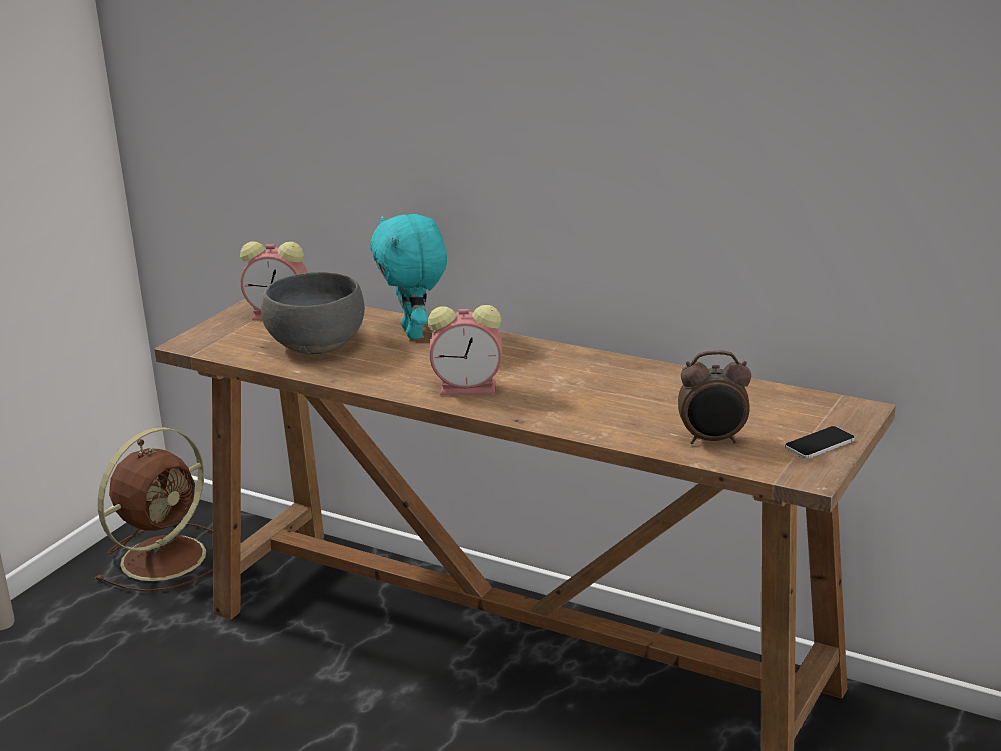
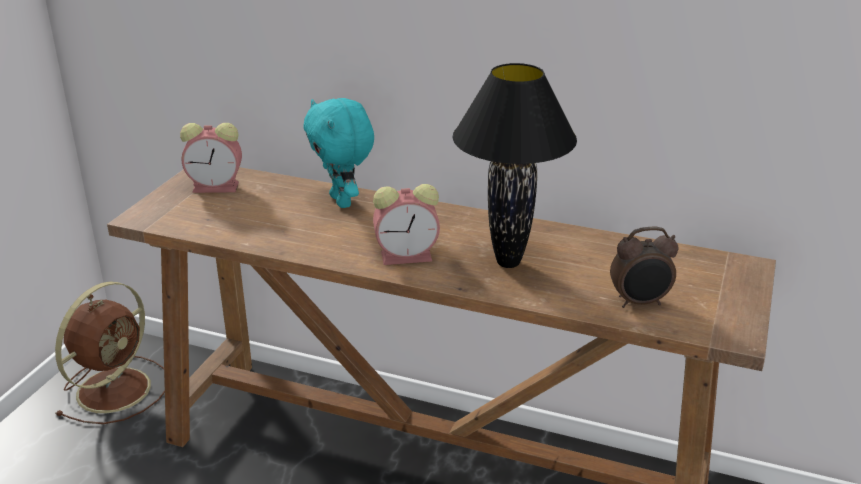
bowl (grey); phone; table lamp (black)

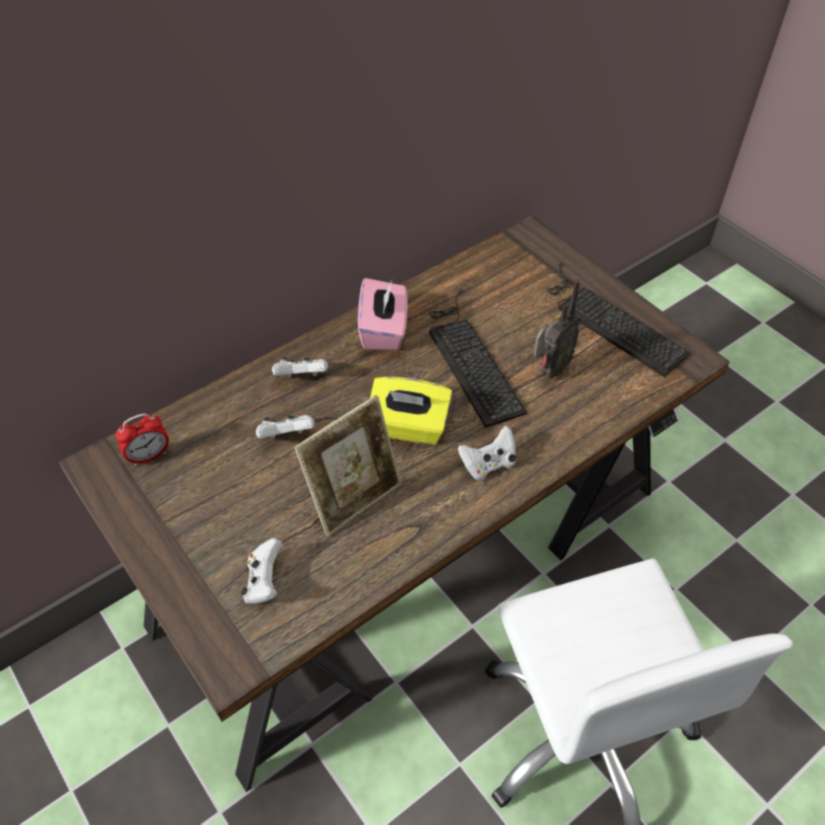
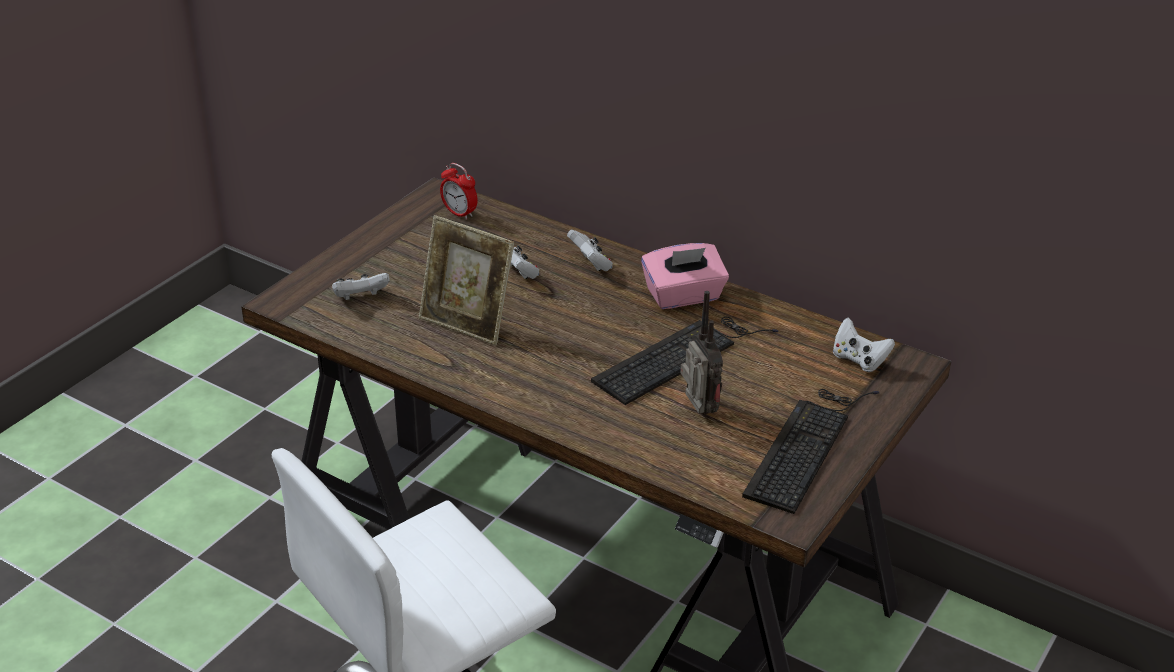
tissue box (yellow); game controller (white) (4th from left); radio

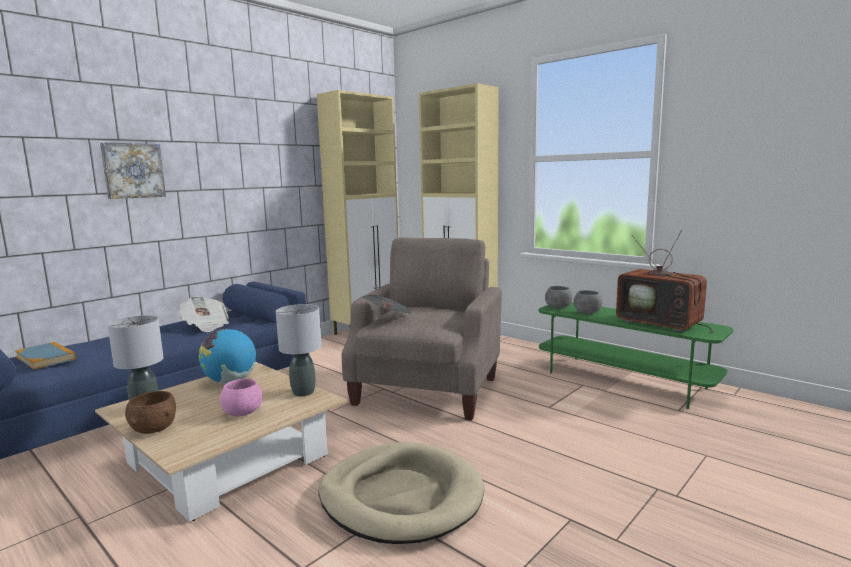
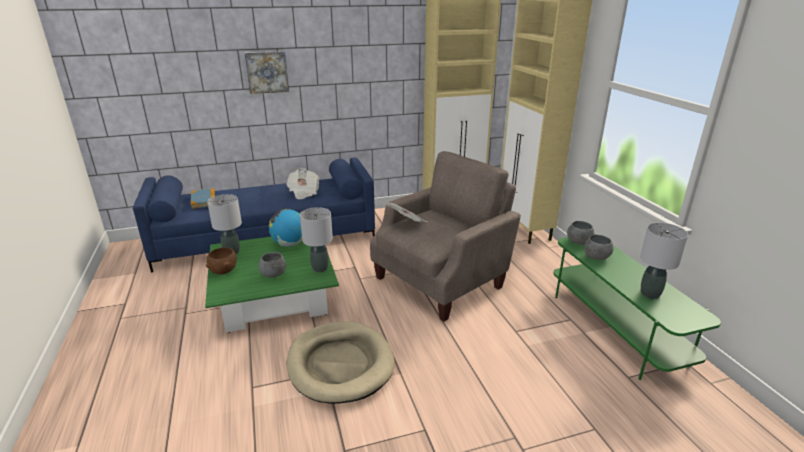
coffee table (green); bowl (grey) (1st from left); table lamp (grey) (3rd from left)

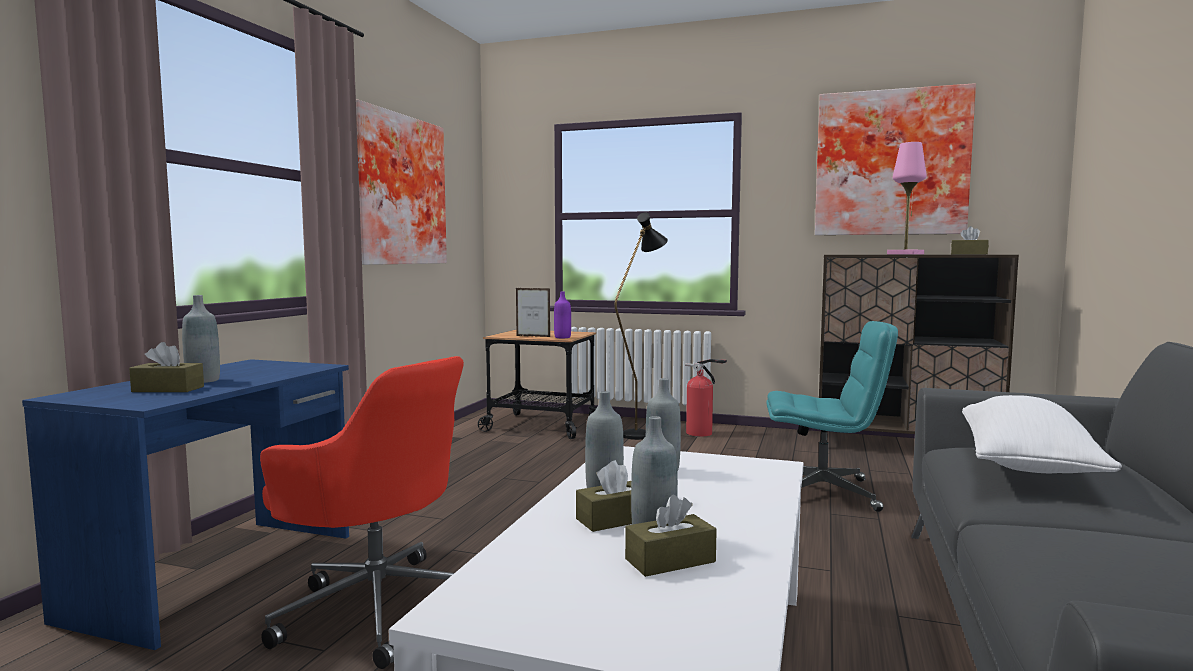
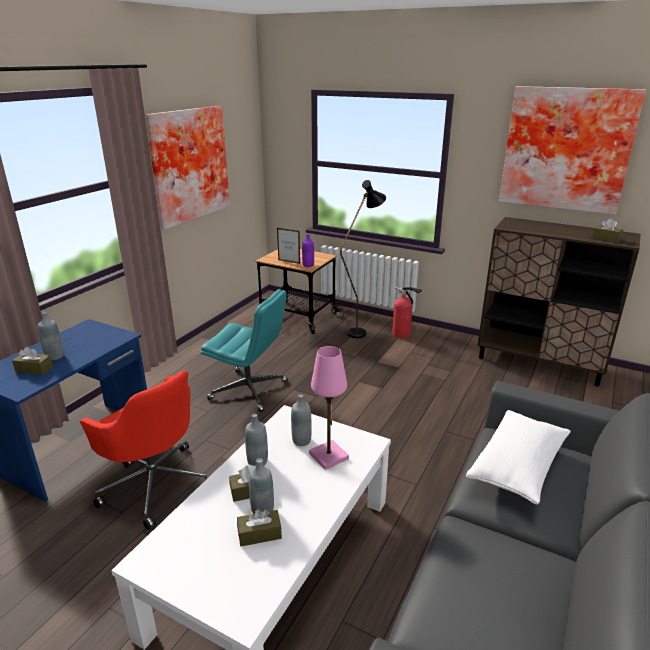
office chair (turquoise); table lamp (pink)

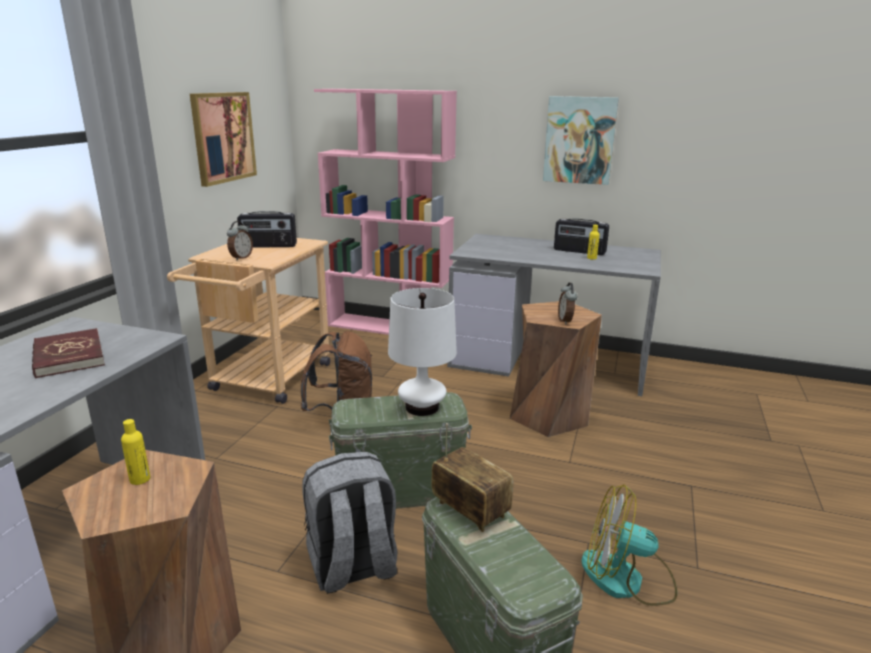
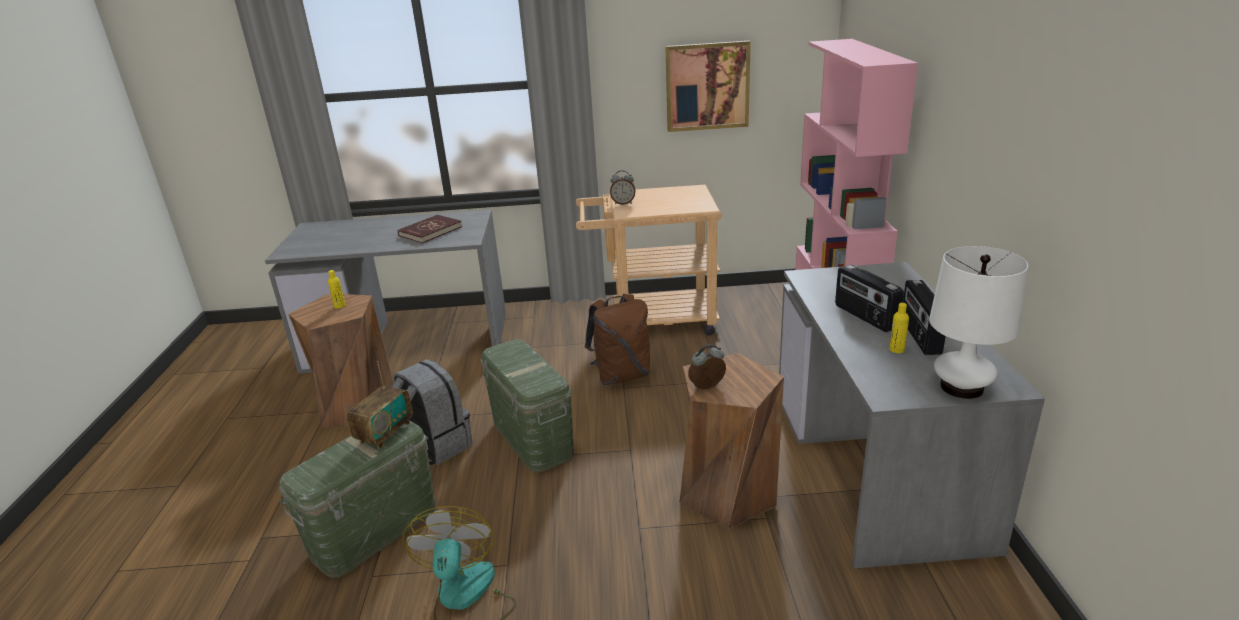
radio (2nd from left); table lamp (white); picture (2nd from left in the first image)

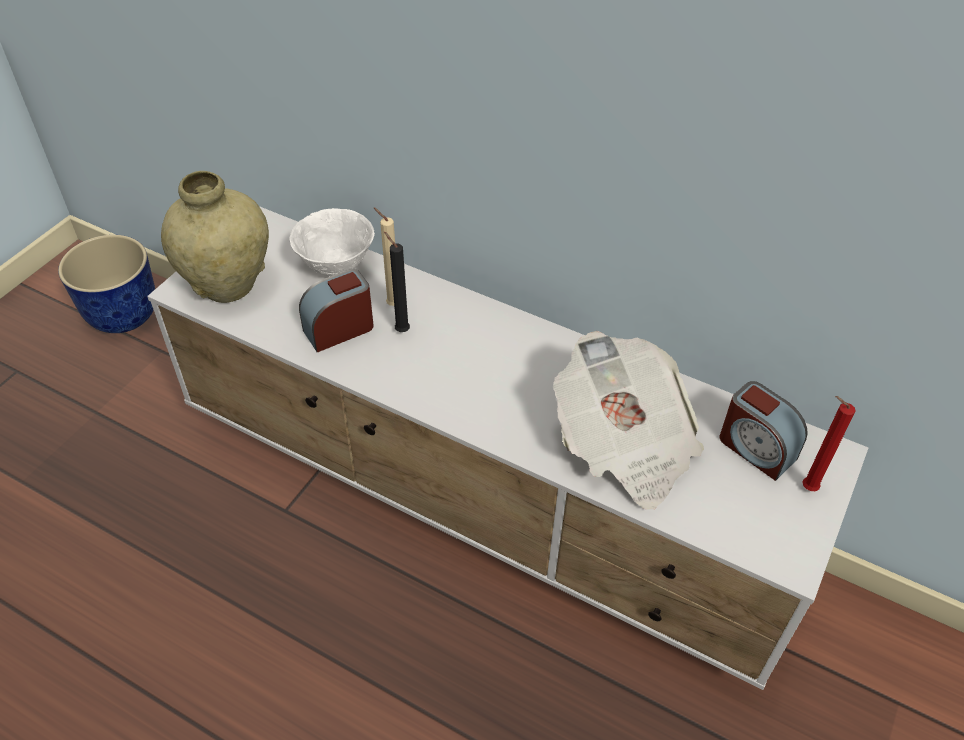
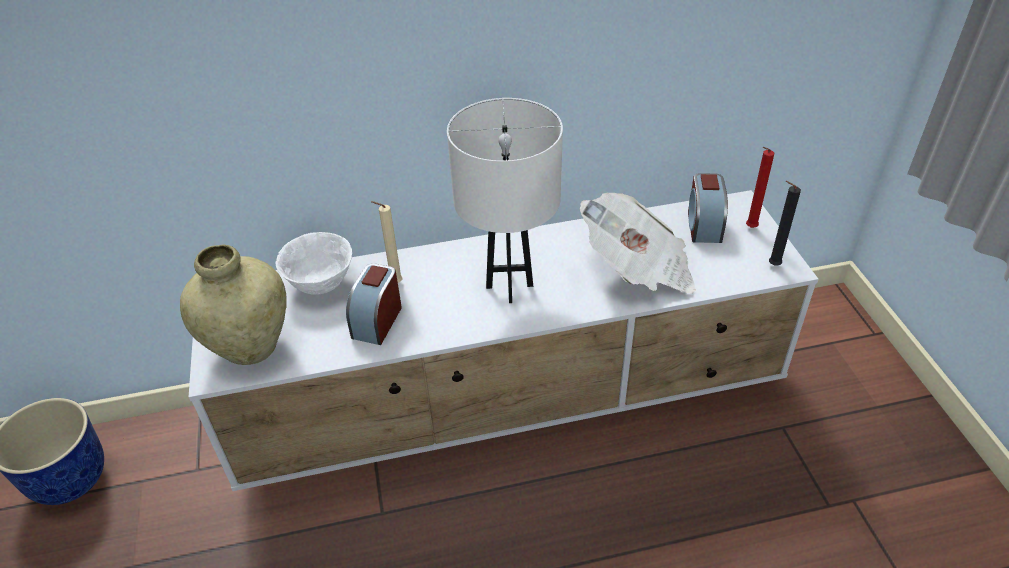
candle (black); alarm clock (2nd from left); table lamp (white)

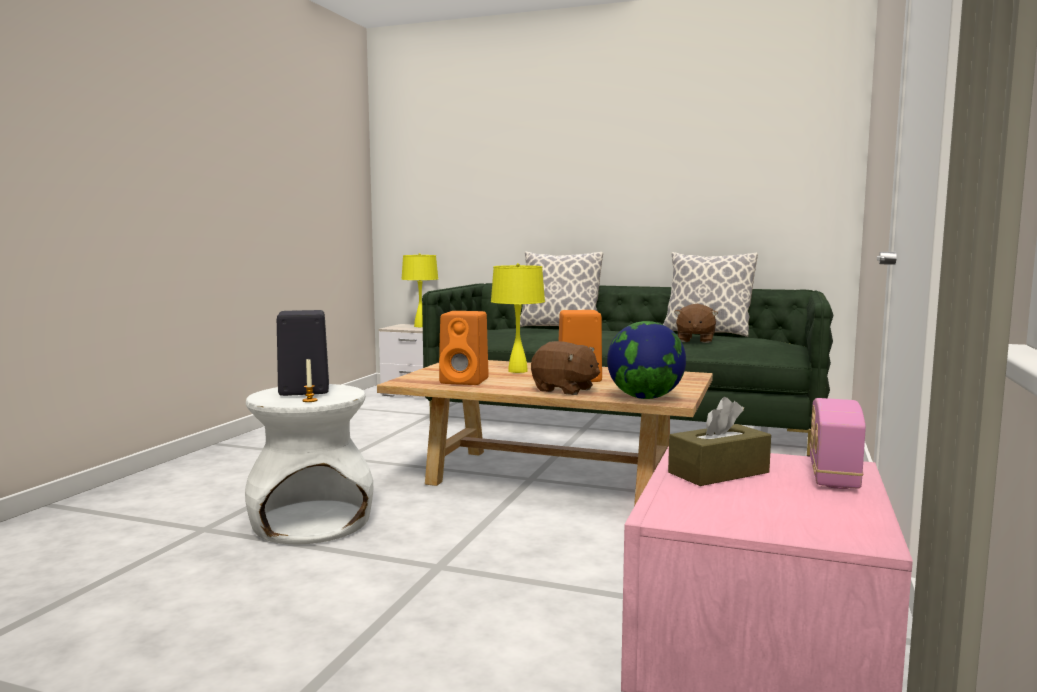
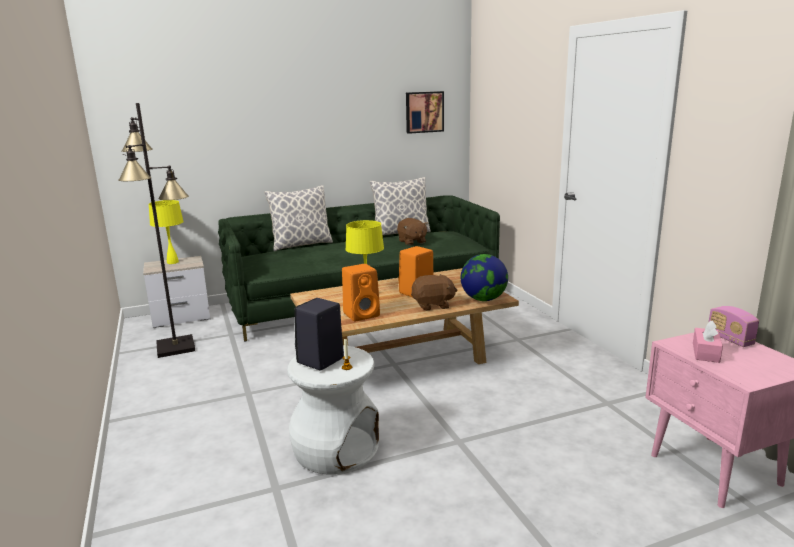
tissue box (pink); floor lamp (black); picture

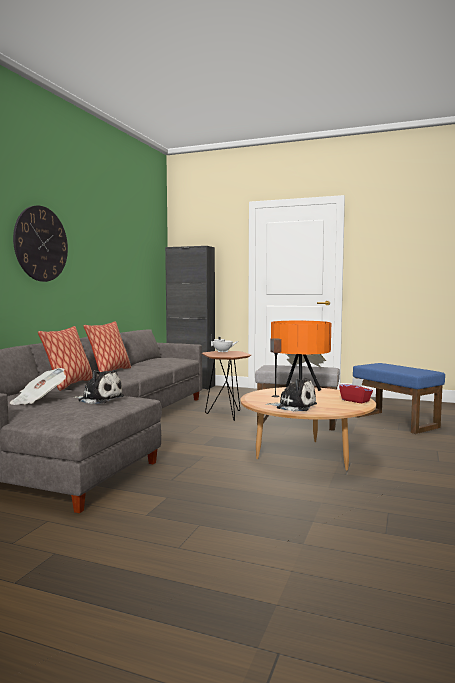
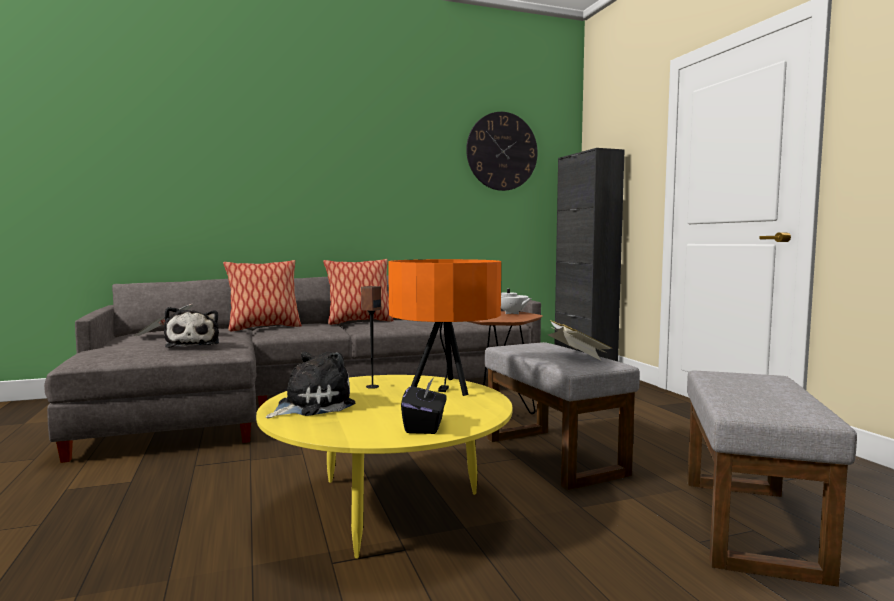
wall clock; coffee table (yellow); plush toy (2nd from left); tissue box (black); ottoman (grey) (2nd from left)

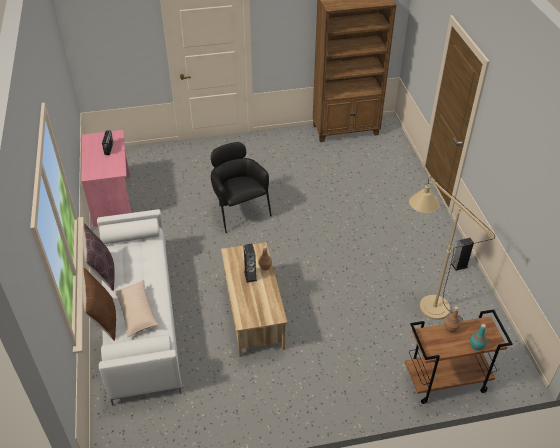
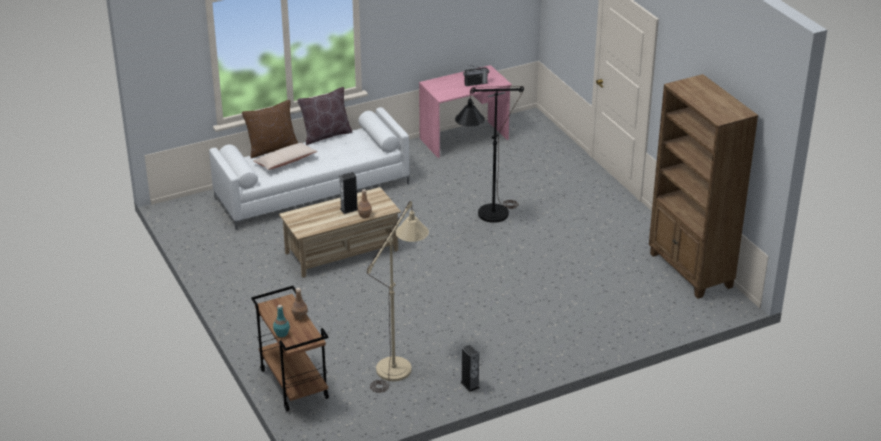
floor lamp (black)

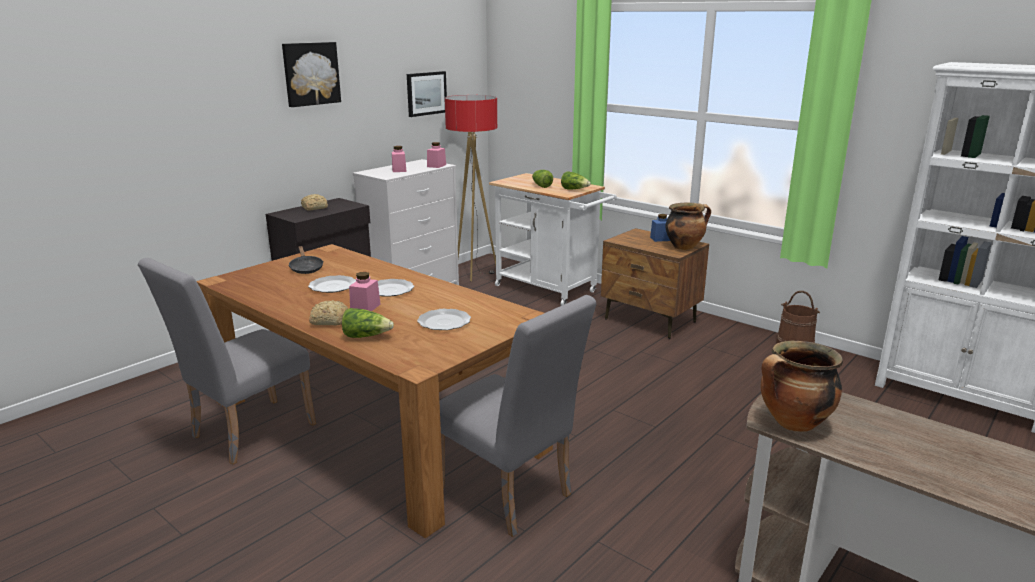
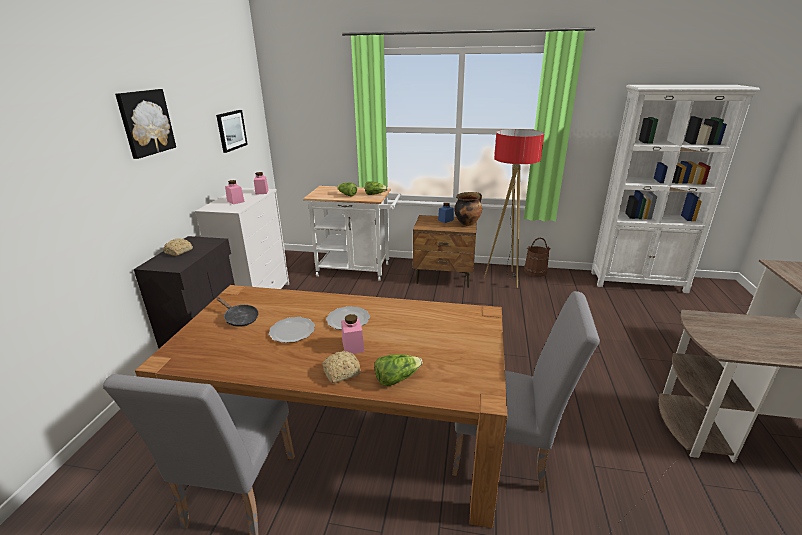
plate (3rd from left in the first image); floor lamp; cooking pot (2nd from left in the first image)

